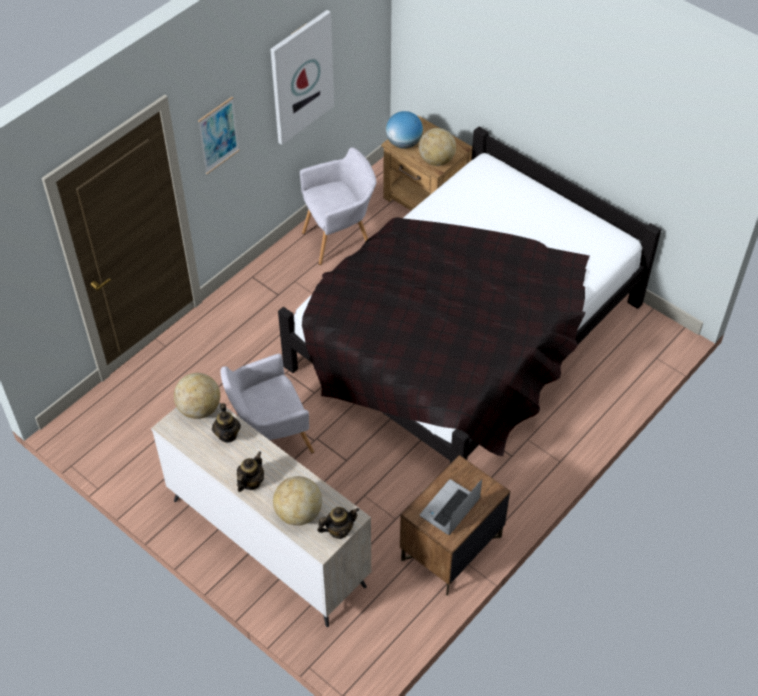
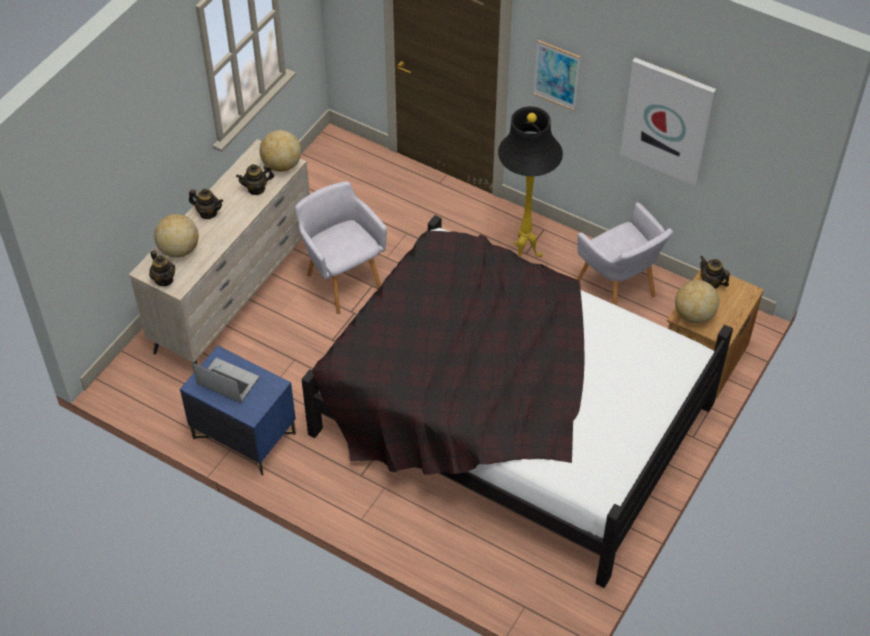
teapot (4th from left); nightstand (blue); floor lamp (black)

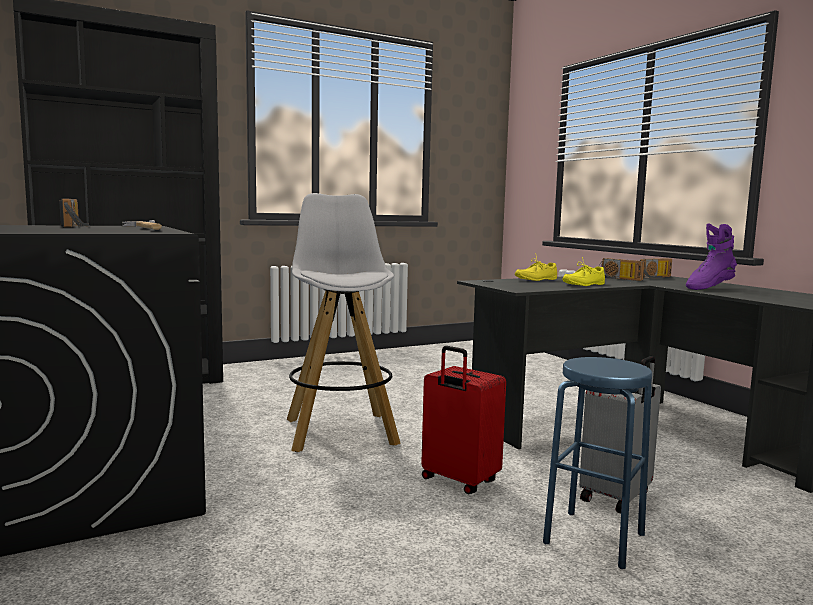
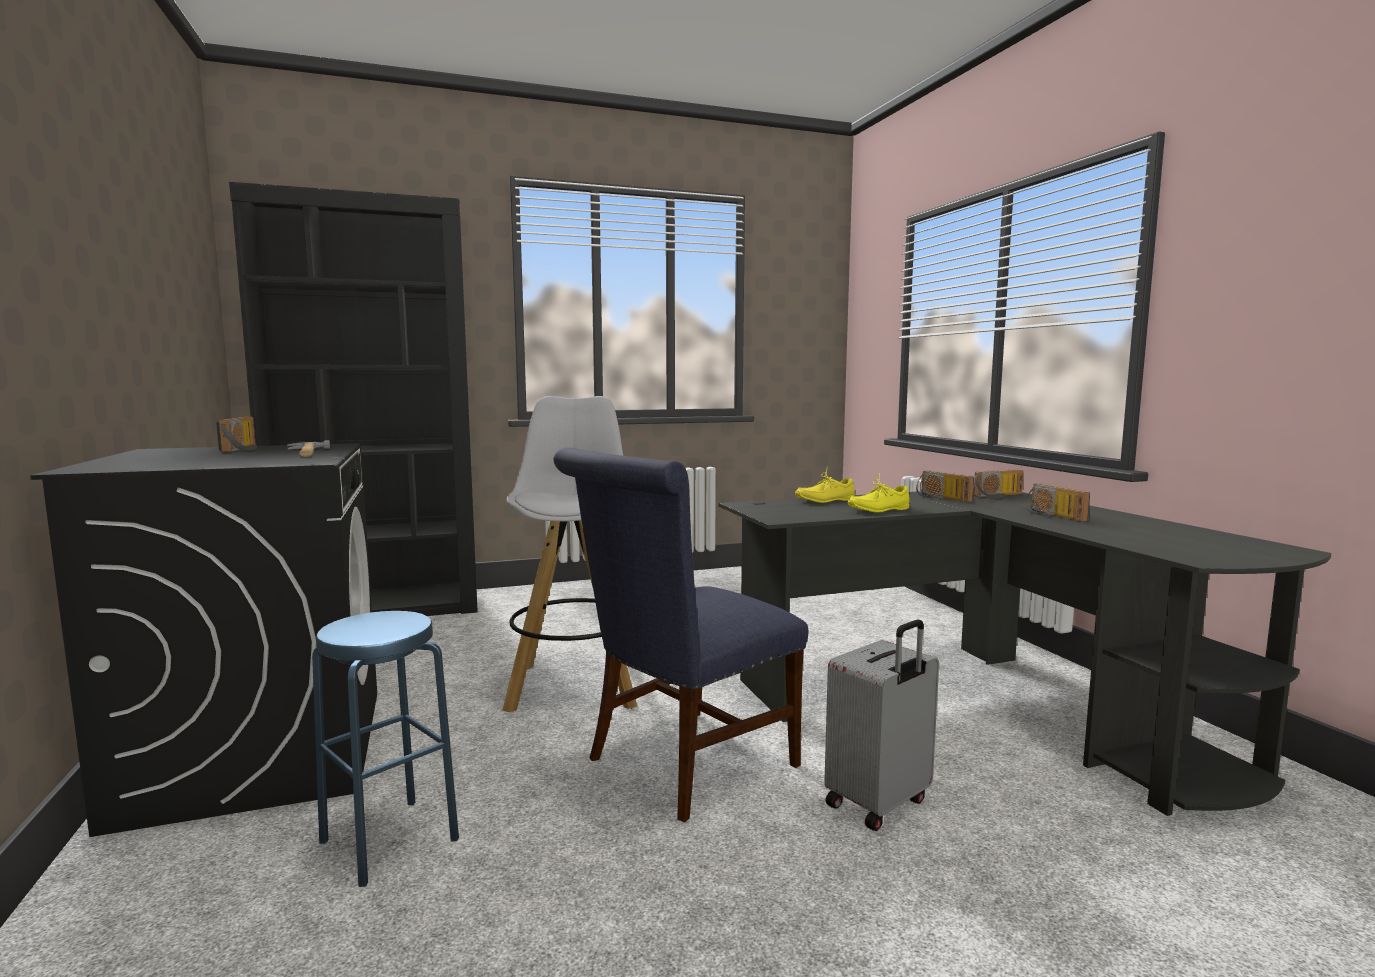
chair (blue); stool (blue); radio (4th from left)

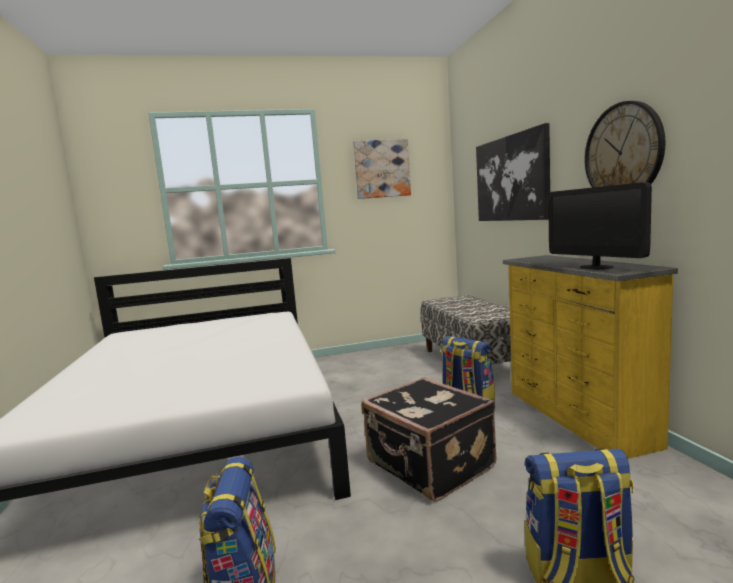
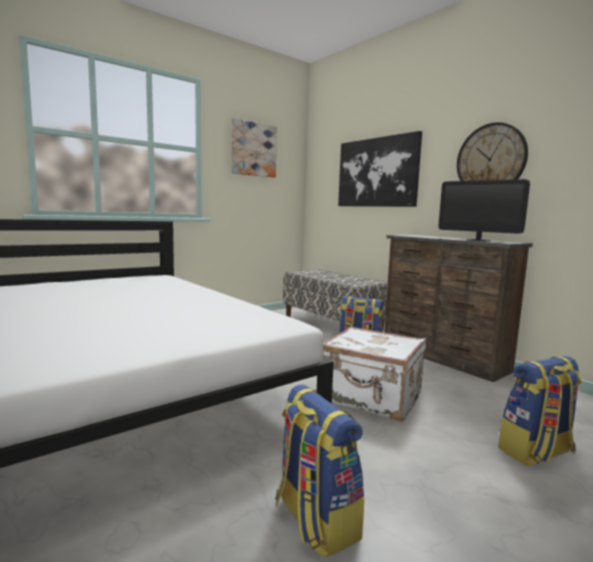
suitcase (white); dresser (brown)

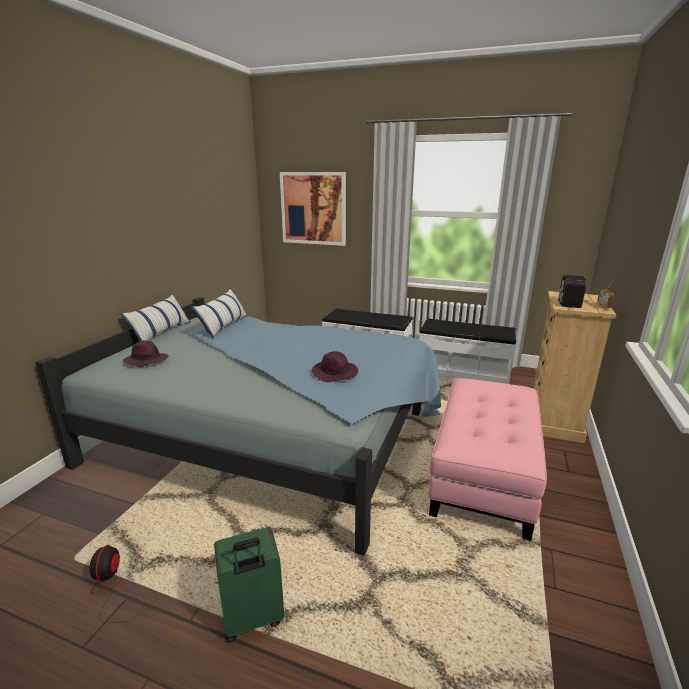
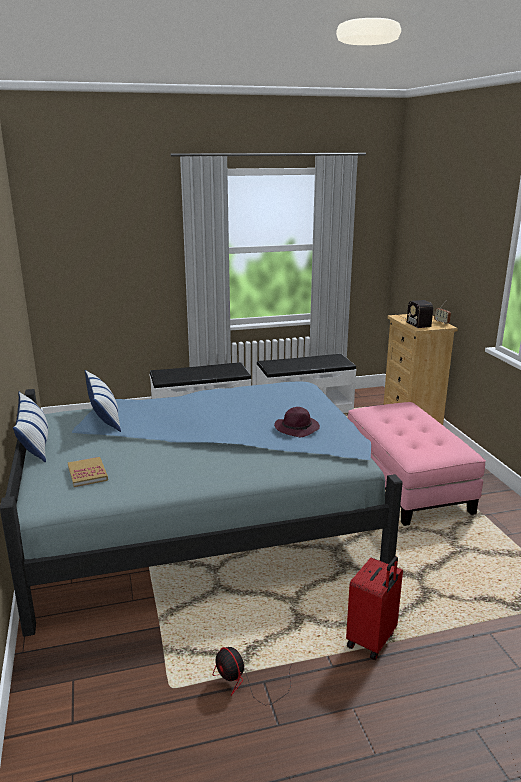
book; suitcase (red); picture

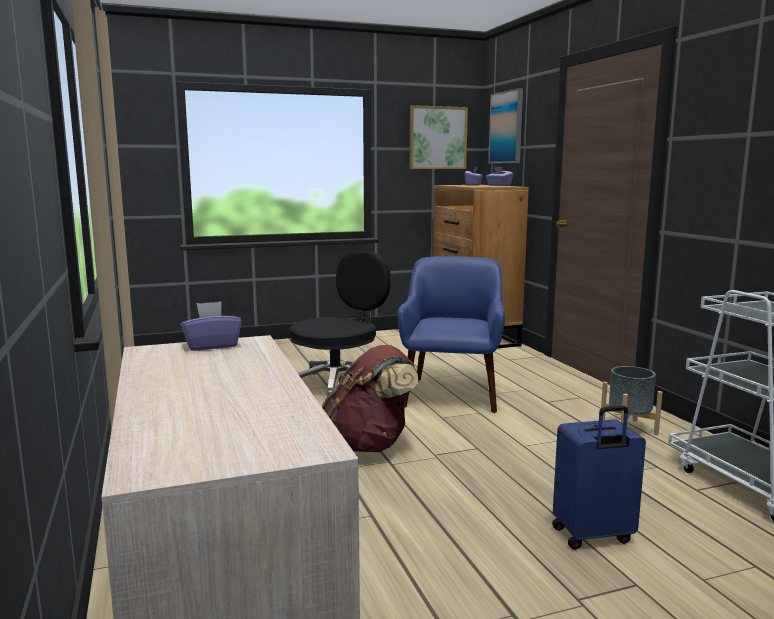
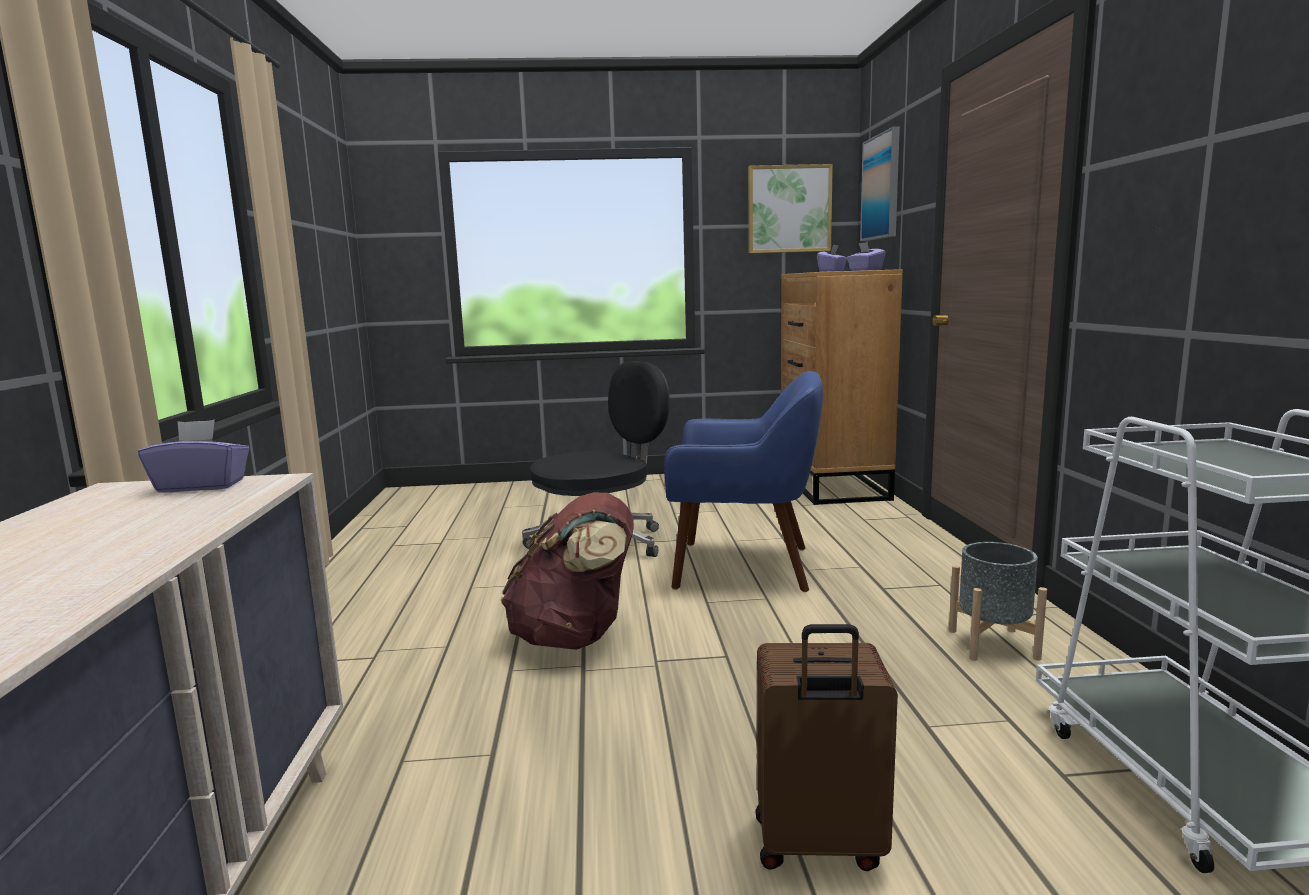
armchair (blue); suitcase (brown)

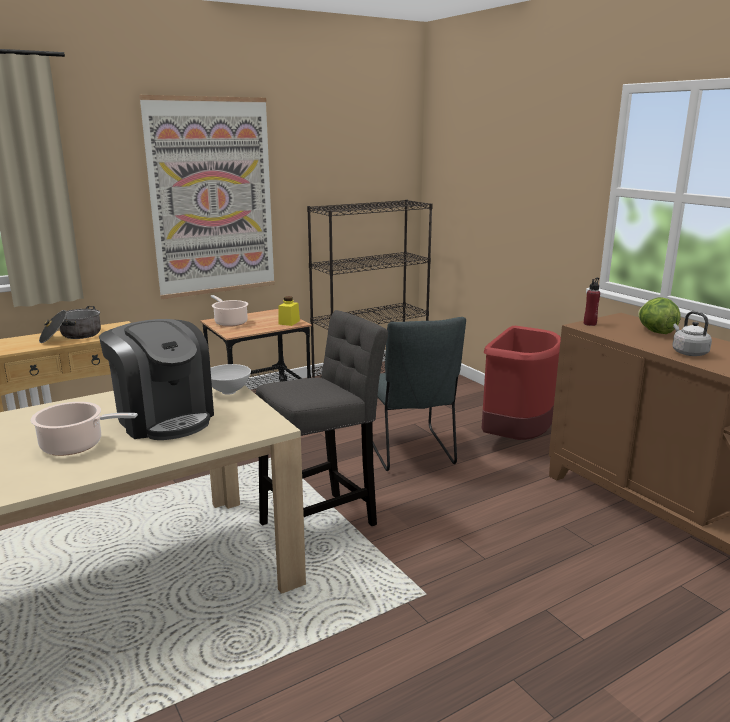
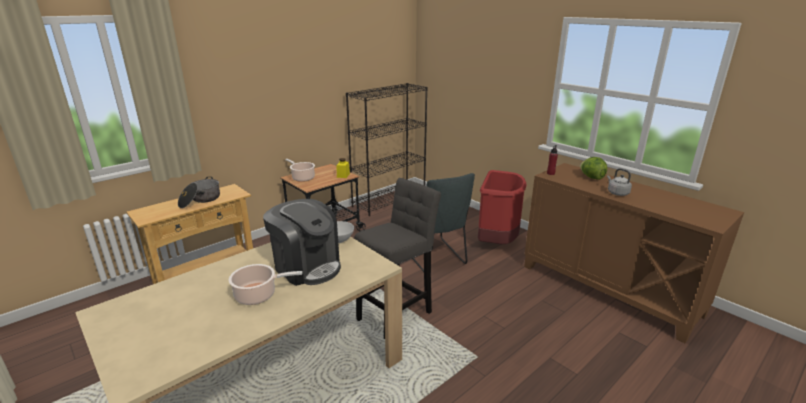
picture

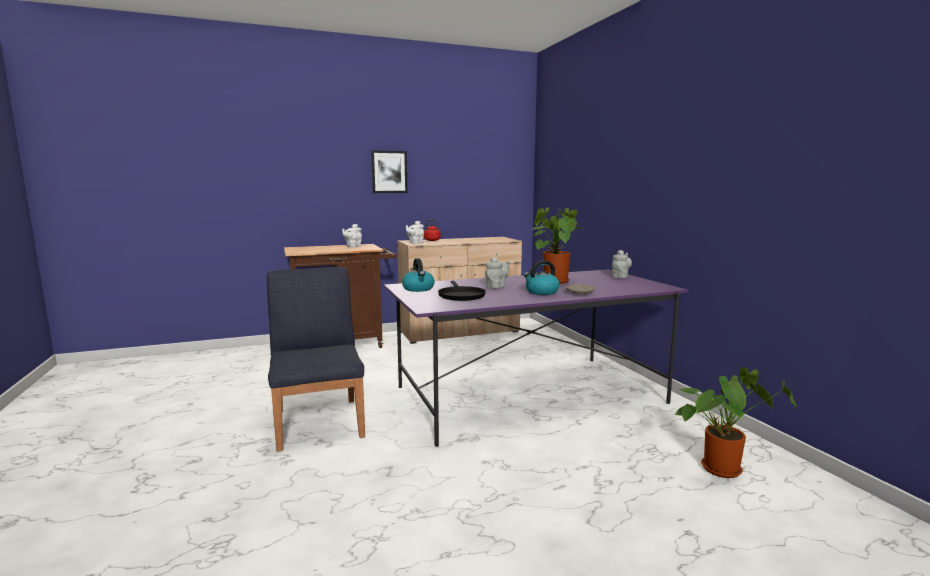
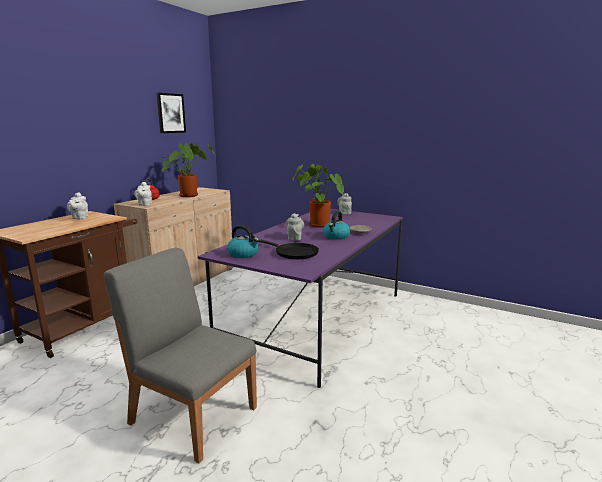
chair (grey); picture; potted plant (1st from left)

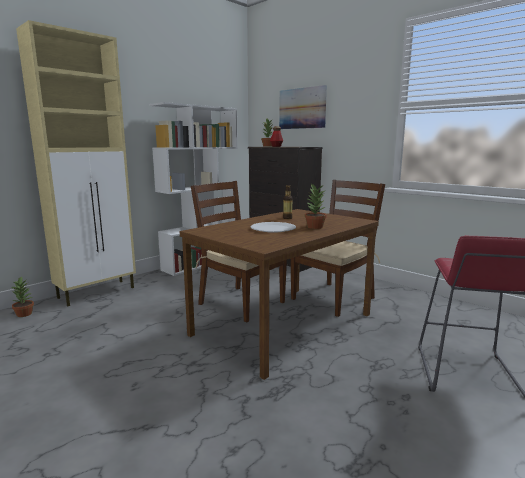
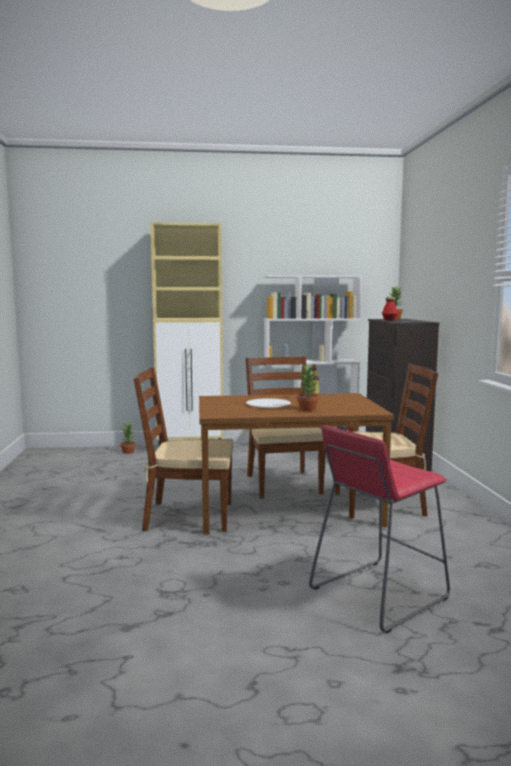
picture; chair (brown) (1st from left)

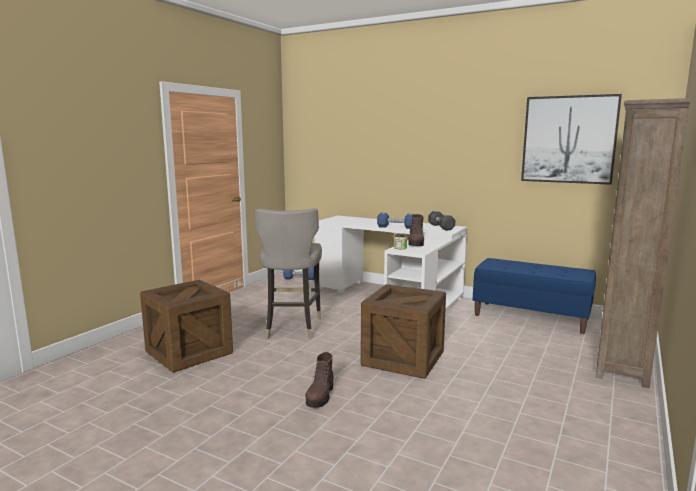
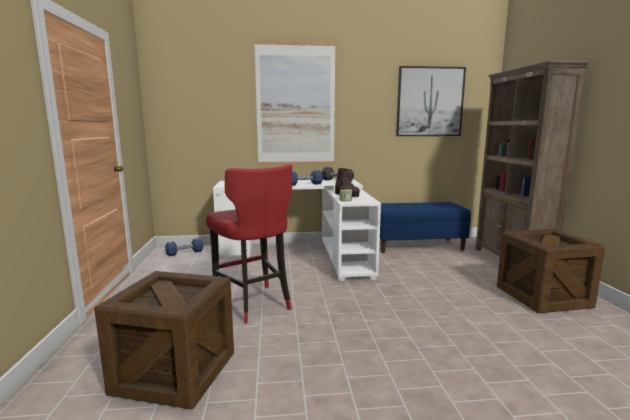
stool (red); boot (brown) (1st from left in the first image); crate (2nd from left); picture (1st from left)

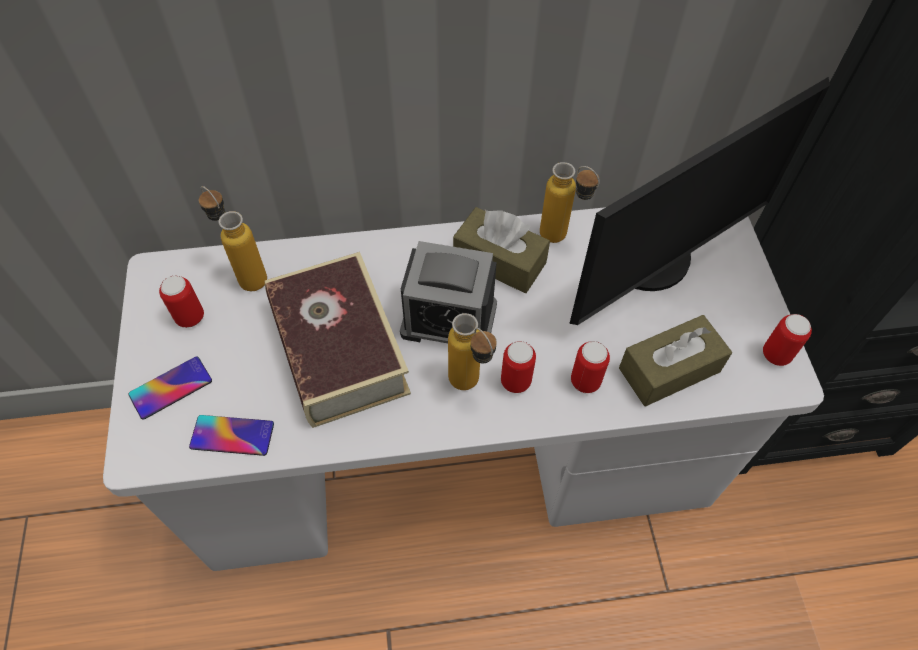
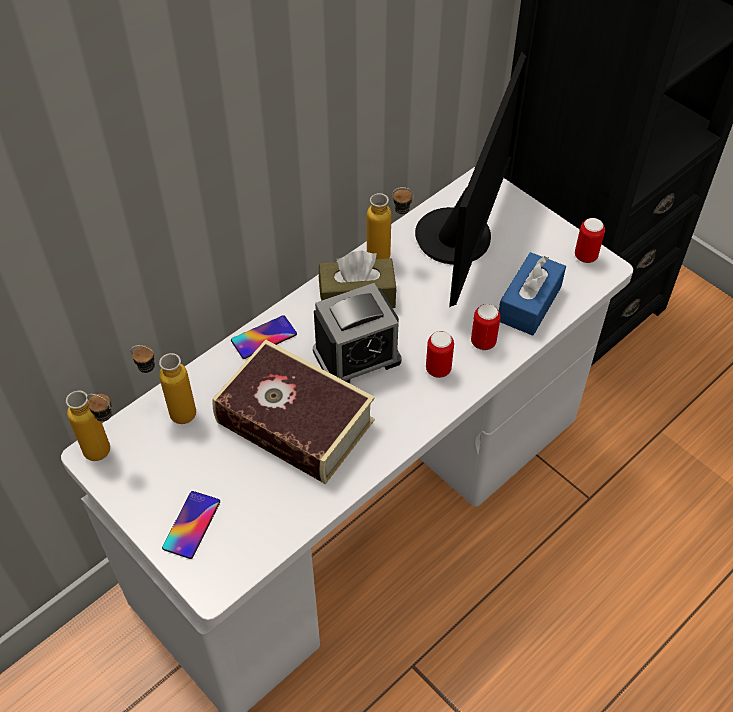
can (1st from left in the first image); phone (2nd from left); bottle (1st from left); tissue box (blue)

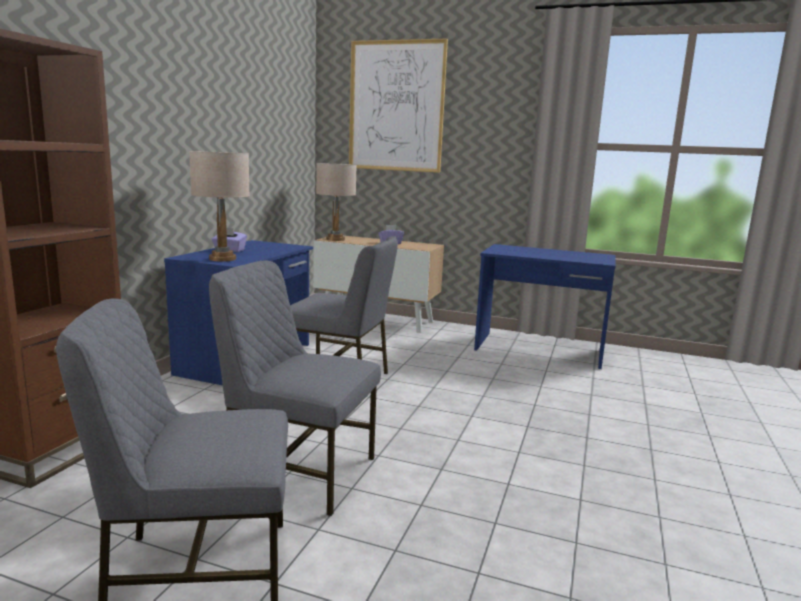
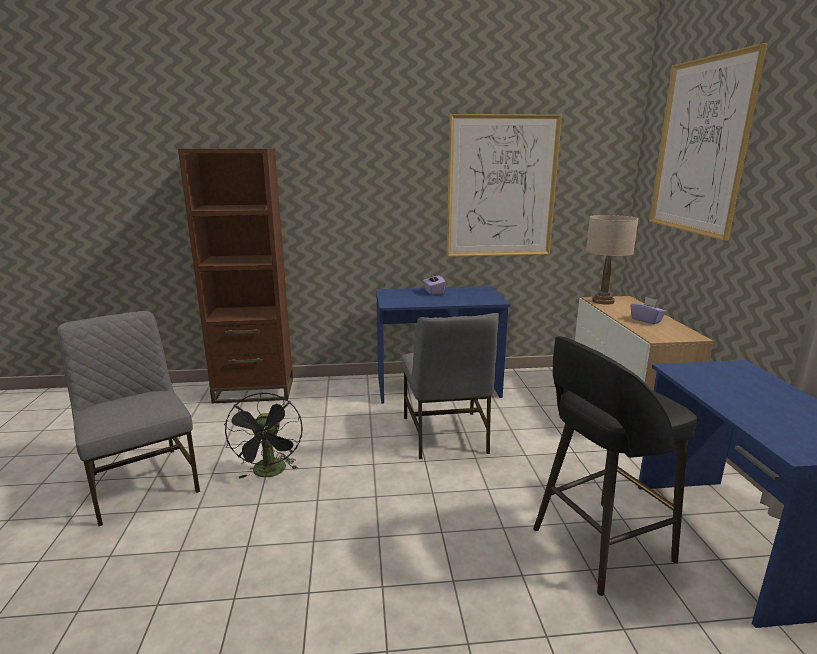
table lamp (beige) (1st from left in the first image); fan (black); picture (1st from left); stool (black)

